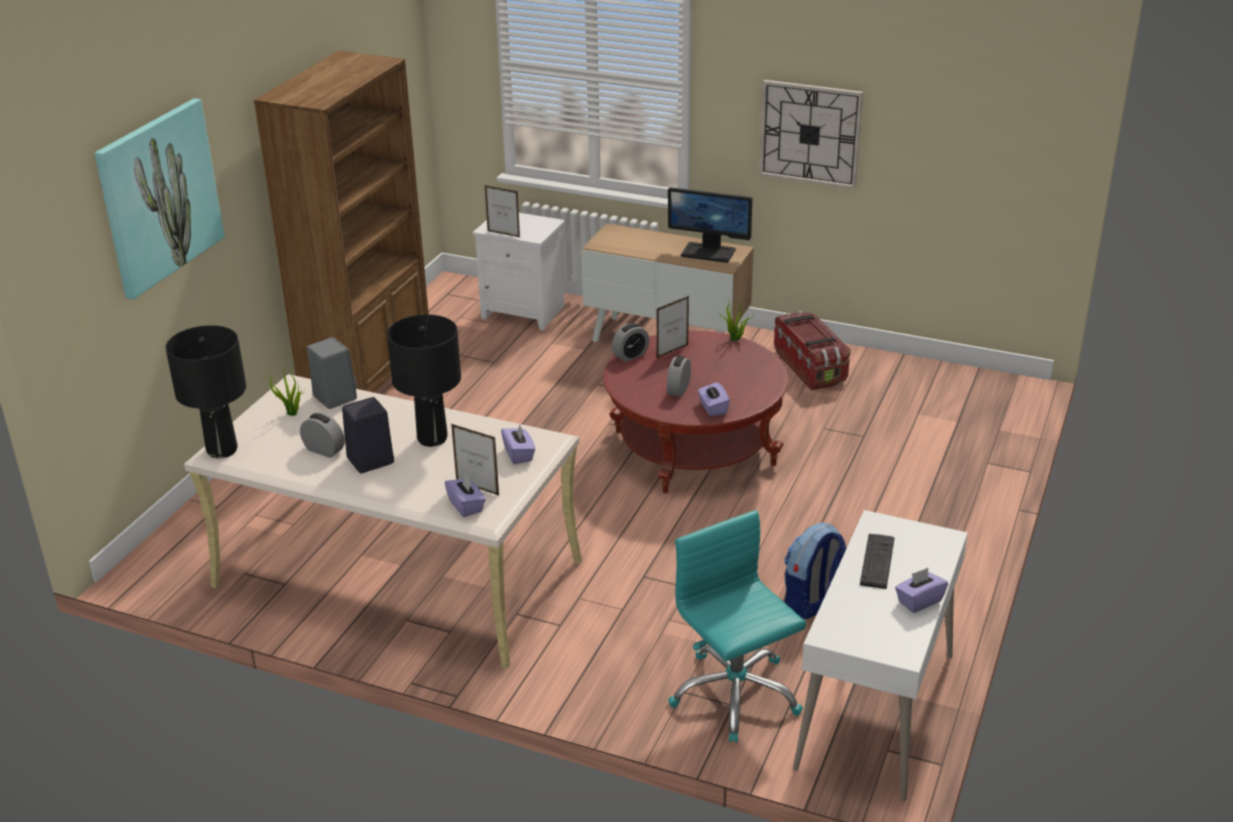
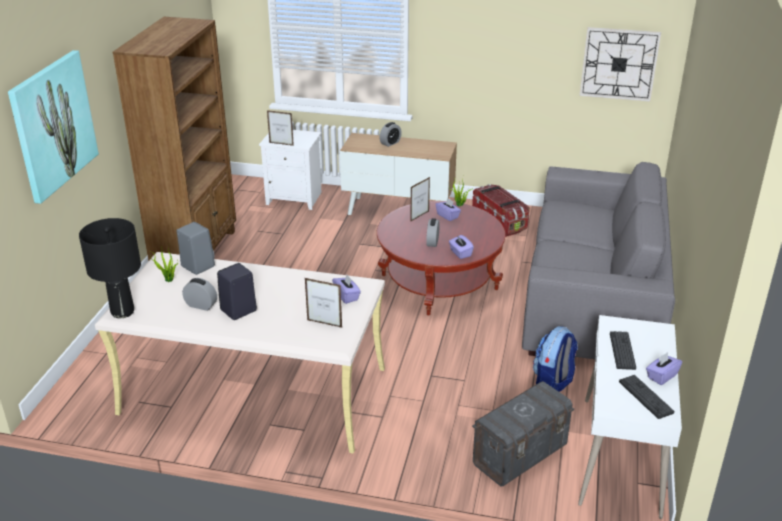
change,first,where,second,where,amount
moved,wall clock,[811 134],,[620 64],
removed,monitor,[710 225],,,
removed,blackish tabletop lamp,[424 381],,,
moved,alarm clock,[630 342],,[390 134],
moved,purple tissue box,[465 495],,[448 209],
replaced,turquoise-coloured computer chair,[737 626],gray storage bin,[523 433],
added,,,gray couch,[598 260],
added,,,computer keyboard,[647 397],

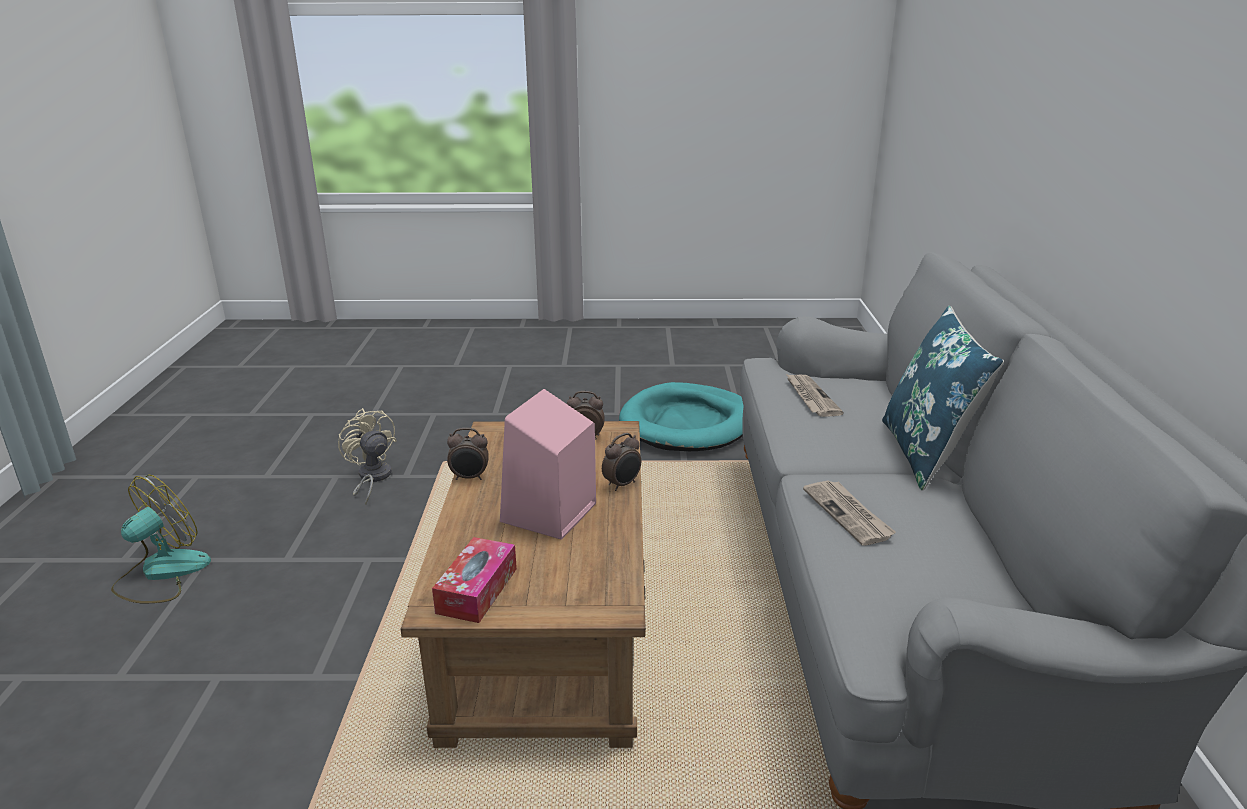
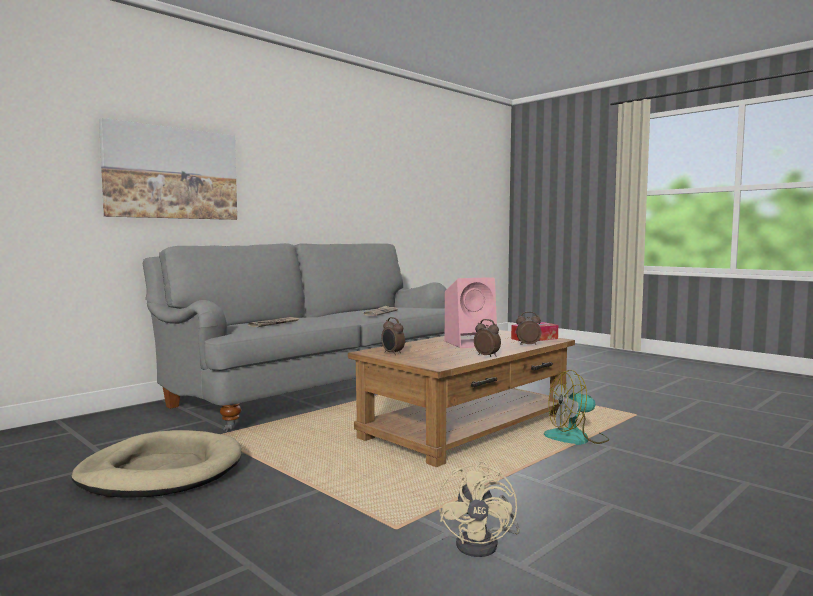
change,first,where,second,where,amount
removed,bluish cushion,[943 398],,,
recoloured,turquoise-coloured dog cushion,[681 416],beige dog cushion,[156 464],
moved,alarm clock,[621 462],,[528 328],
moved,electric fan,[161 539],,[576 407],
added,,,wall picture,[168 169],

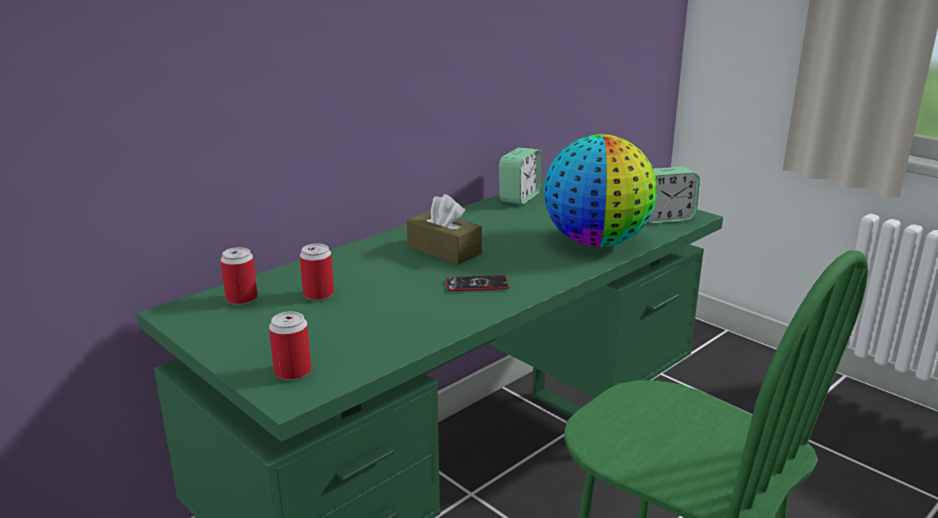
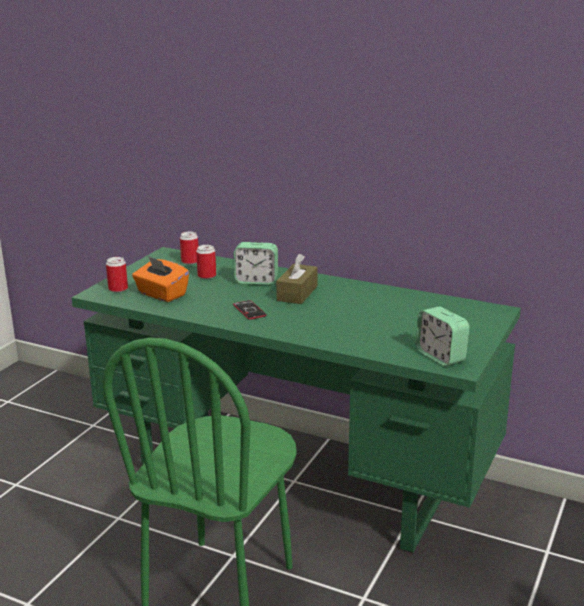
change,first,where,second,where,amount
removed,globe,[600 190],,,
moved,alarm clock,[520 176],,[256 263],
added,,,orange tissue box,[160 279],

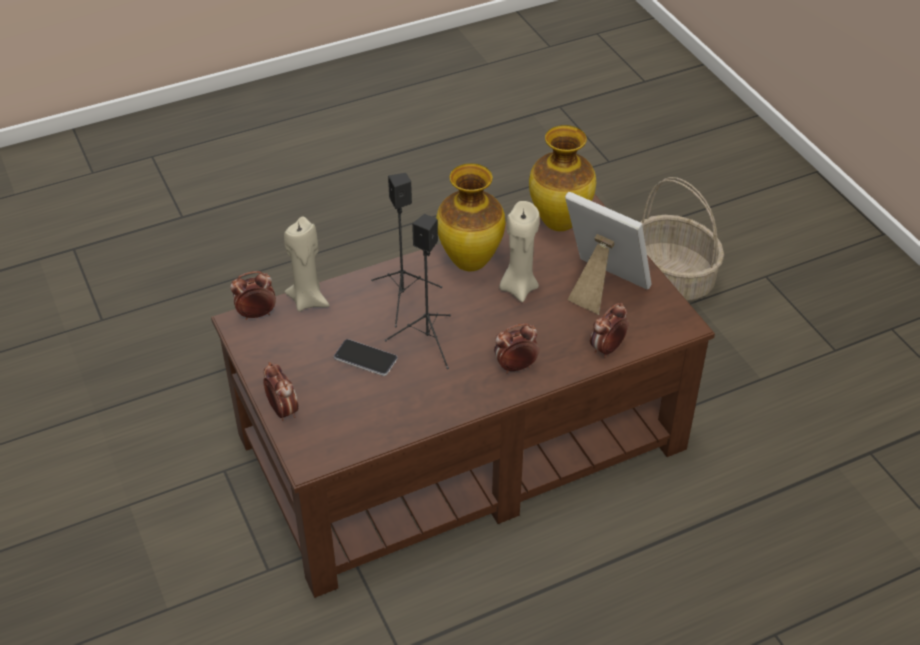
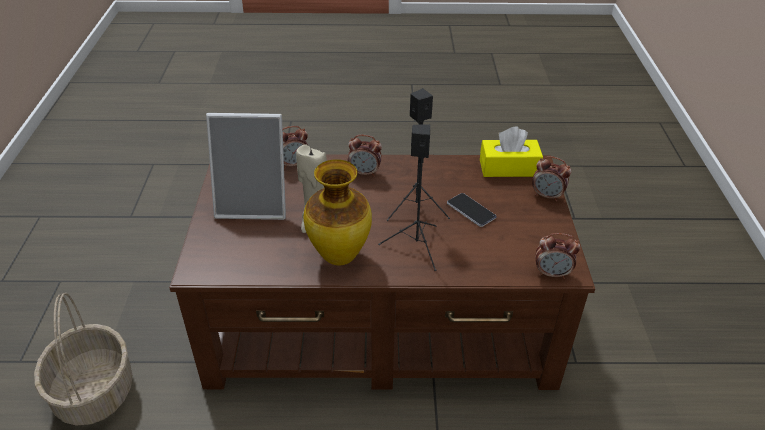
change,first,where,second,where,amount
removed,decorative vase,[562 178],,,
turned,picture frame,[608 253],,[246 166],60 degrees counterclockwise
removed,beige wax candle,[306 264],,,
turned,alarm clock,[281 391],,[551 179],60 degrees counterclockwise
added,,,yellow-coloured tissue box,[511 152],

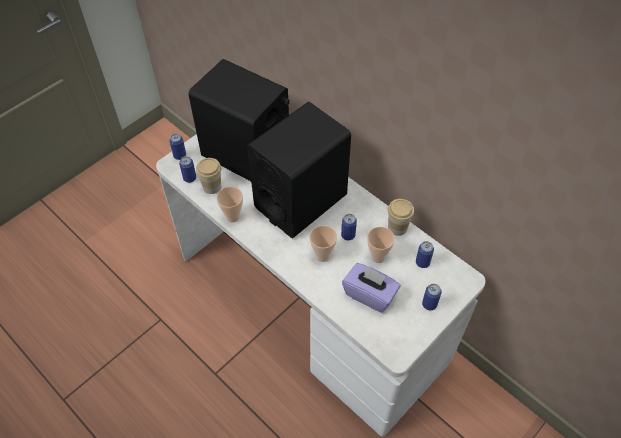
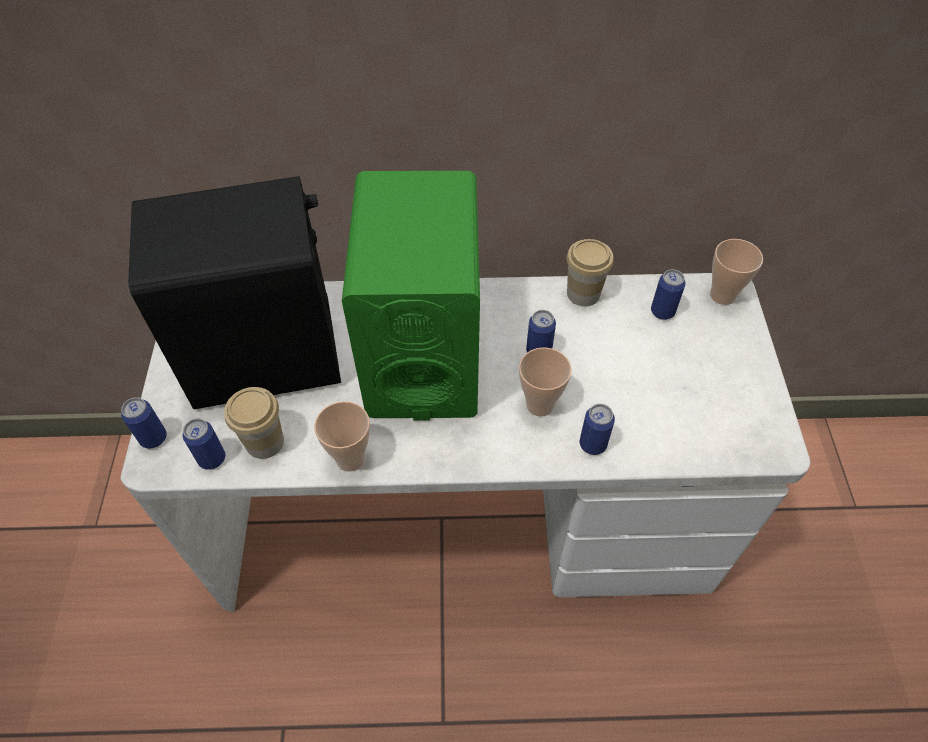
change,first,where,second,where,amount
recoloured,blackish speaker,[299 170],greenish speaker,[411 296],
moved,small cup,[381 245],,[736 272],
removed,purple tissue box,[371 288],,,
moved,sealed can,[432 297],,[597 429],

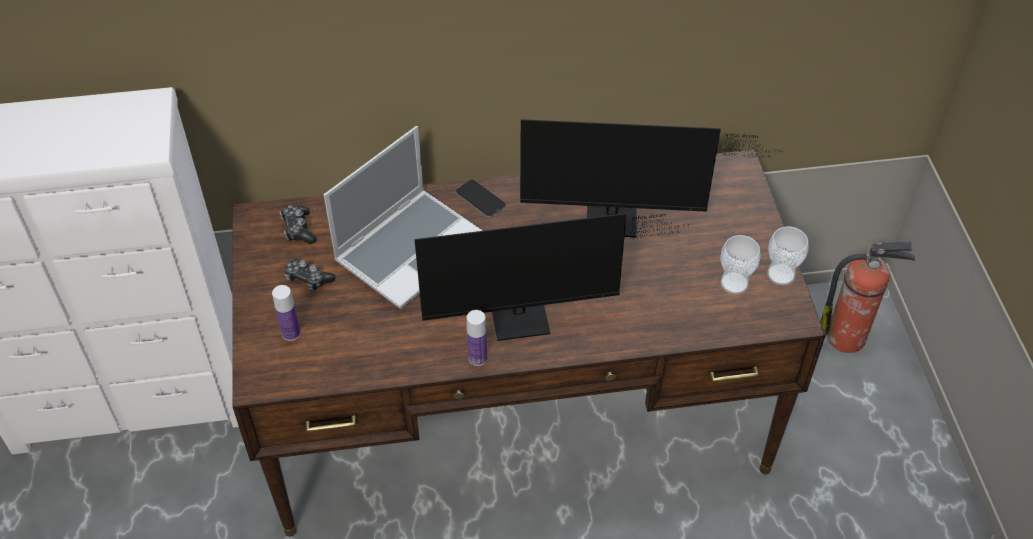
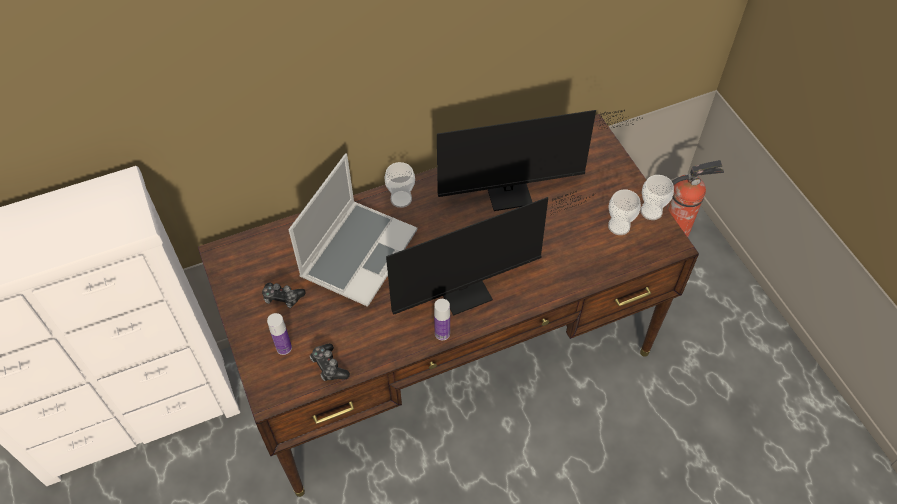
change,first,where,second,where,amount
replaced,handset,[481 199],small cup,[399 185],
moved,gamepad,[298 224],,[330 362],

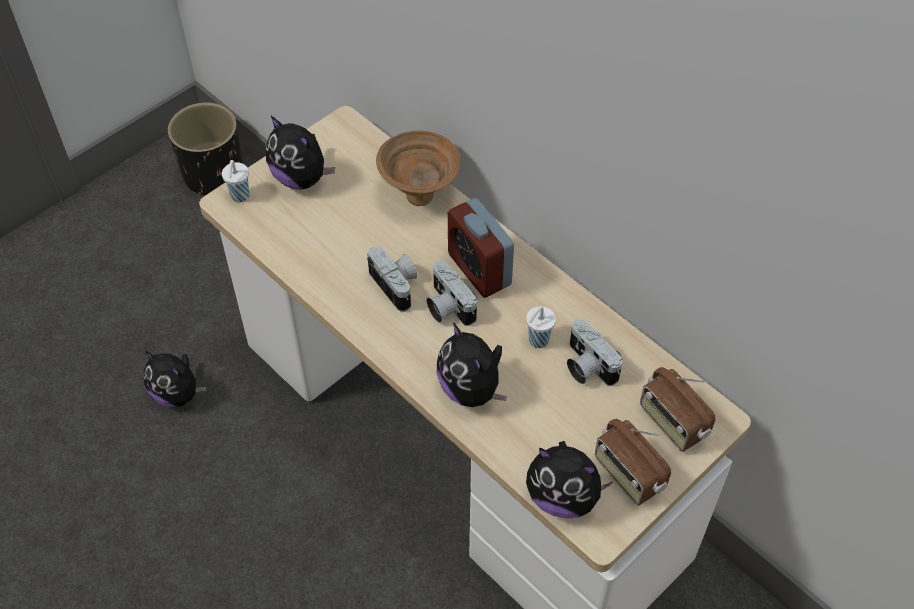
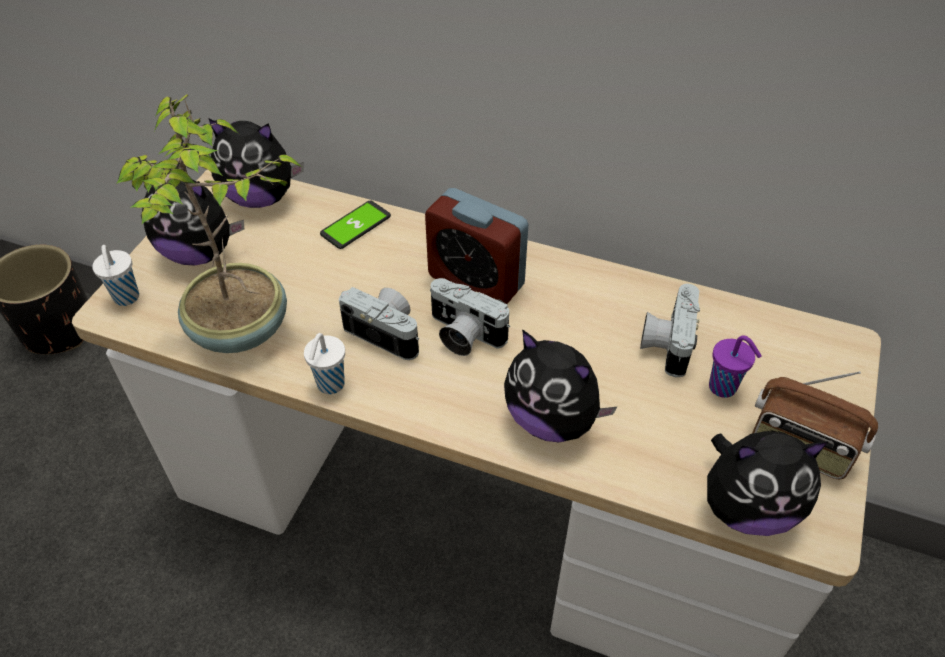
change,first,where,second,where,amount
replaced,brown serving bowl,[418 168],handset,[355 225],
moved,white-coloured small cup,[541 327],,[324 363],
turned,photo camera,[595 352],,[670 330],75 degrees clockwise
moved,plush toy,[175 379],,[256 163],
removed,radio receiver,[678 409],,,
added,,,plant in a pot,[209 223],
added,,,purple small cup,[735 366],

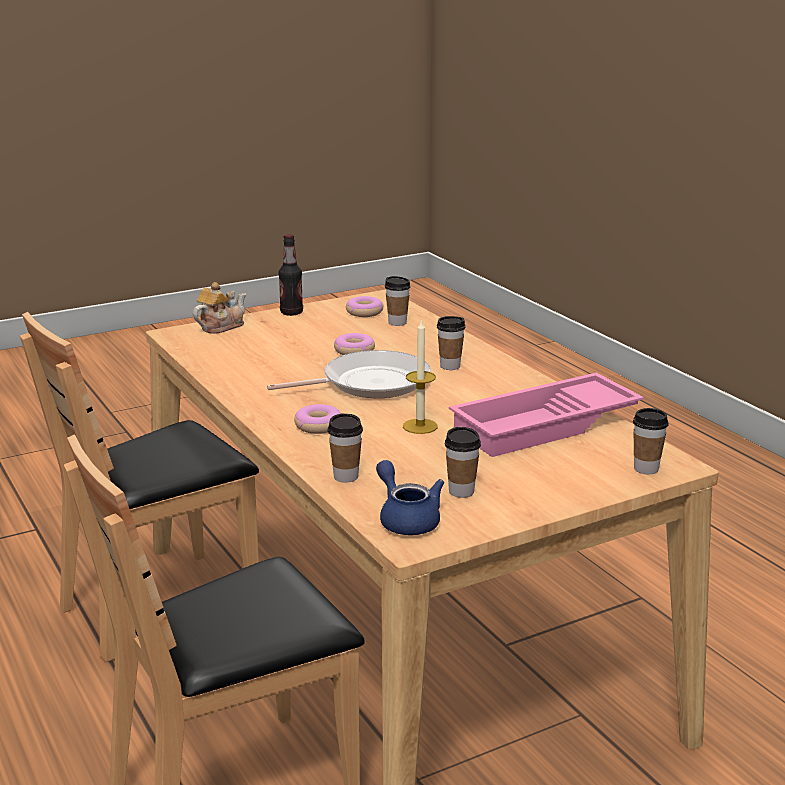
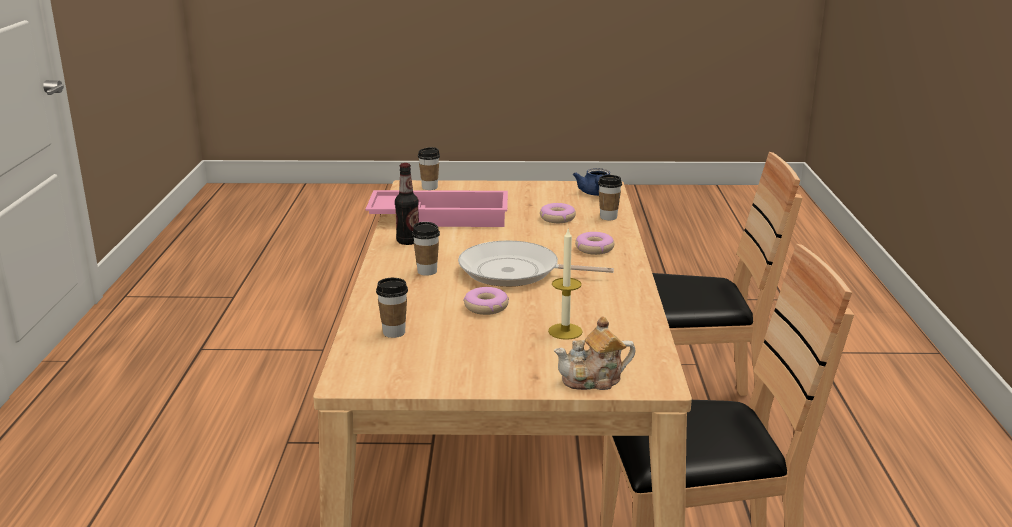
change,first,where,second,where,amount
moved,drink bottle,[290 275],,[407 204],
moved,ring doughnut,[364 306],,[558 213],
moved,wax candle,[420 376],,[565 283],
removed,small cup,[463 462],,,

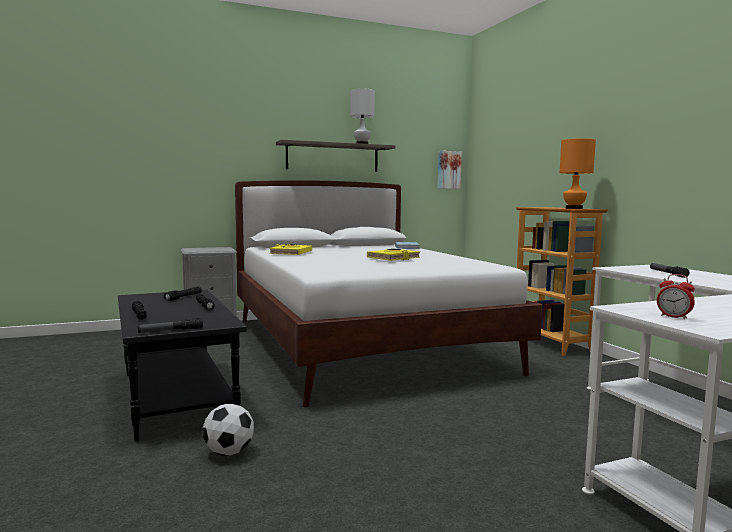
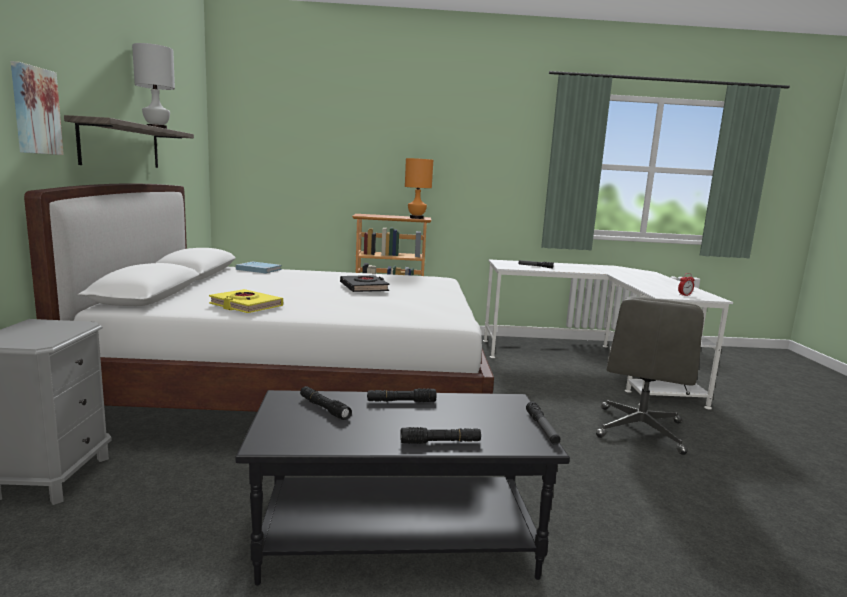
change,first,where,second,where,amount
moved,wall picture,[449 170],,[37 108],
recoloured,yellow-coloured bound book,[393 255],blackish bound book,[364 283],
removed,football,[228 430],,,
added,,,gray computer chair,[650 376],

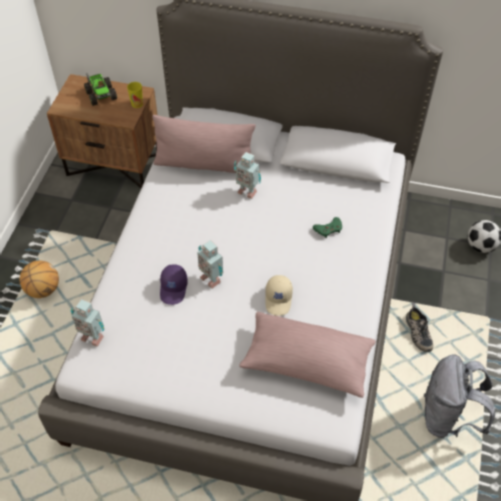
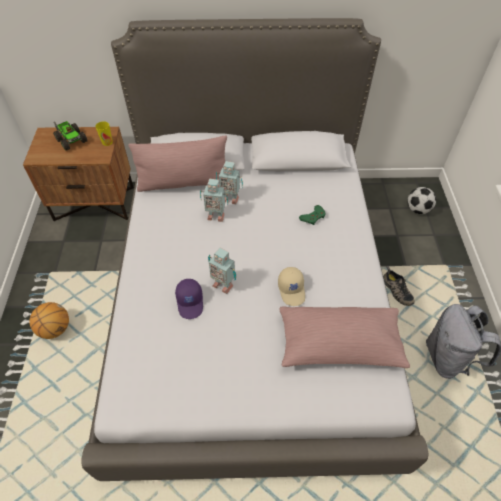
change,first,where,second,where,amount
moved,toy robot,[87 323],,[214 200],

